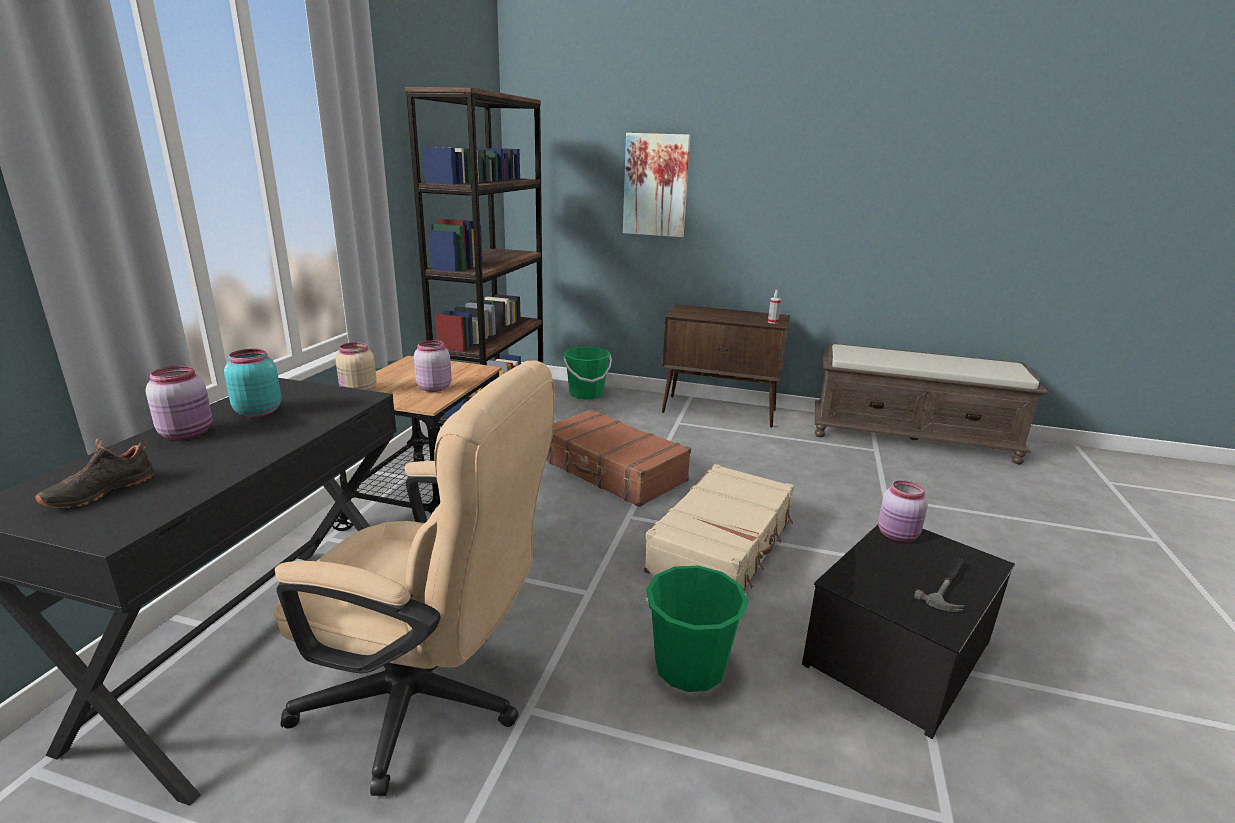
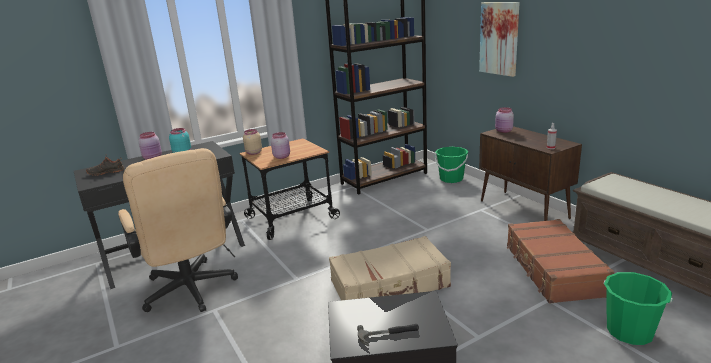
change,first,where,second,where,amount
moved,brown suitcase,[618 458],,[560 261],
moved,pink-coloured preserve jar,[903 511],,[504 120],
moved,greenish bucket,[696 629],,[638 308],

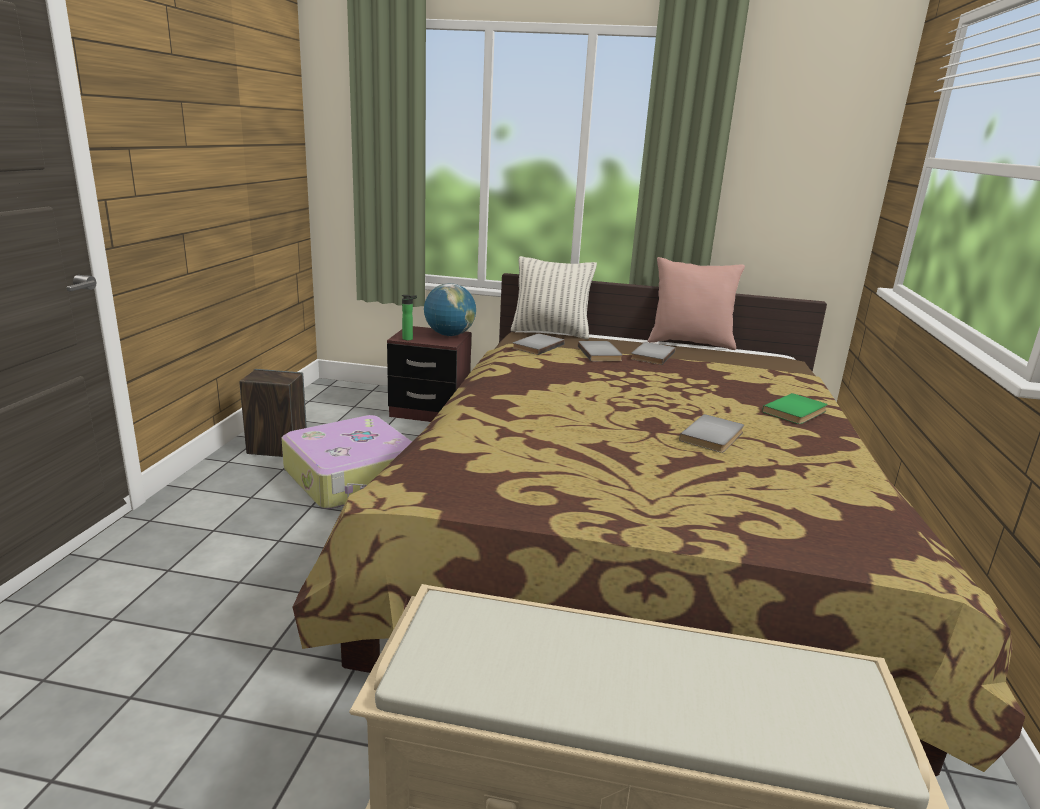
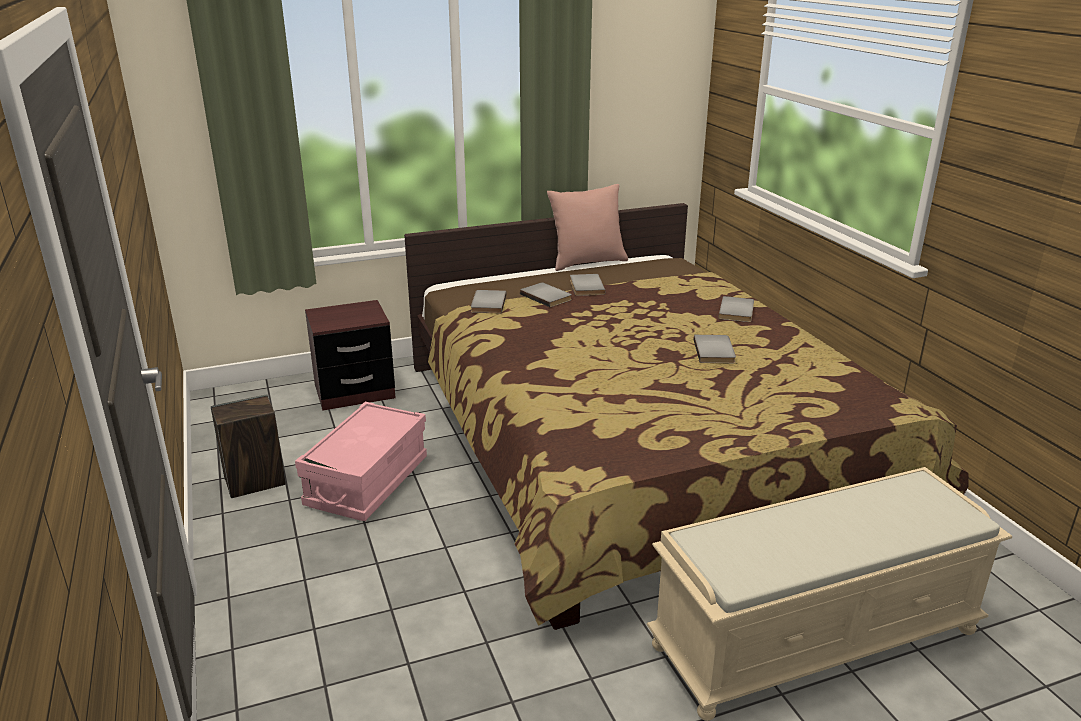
change,first,where,second,where,amount
removed,cushion,[554 297],,,
removed,globe,[450 309],,,
removed,drink bottle,[409 317],,,
recoloured,greenish bound book,[795 408],gray bound book,[736 309],
replaced,suitcase,[346 462],pink-coloured storage bin,[361 461],

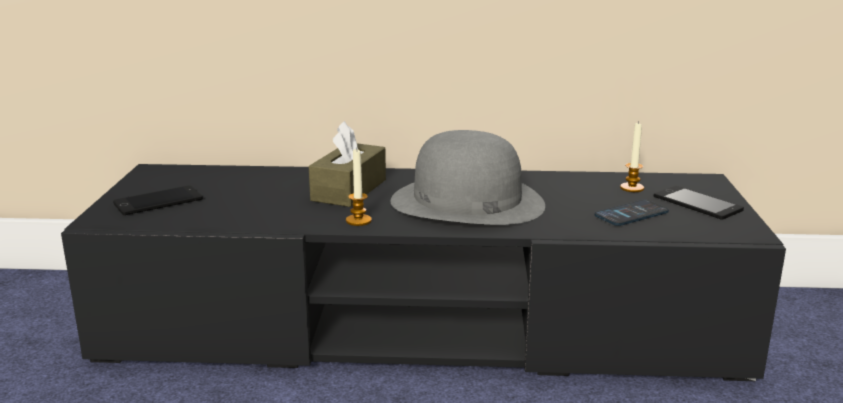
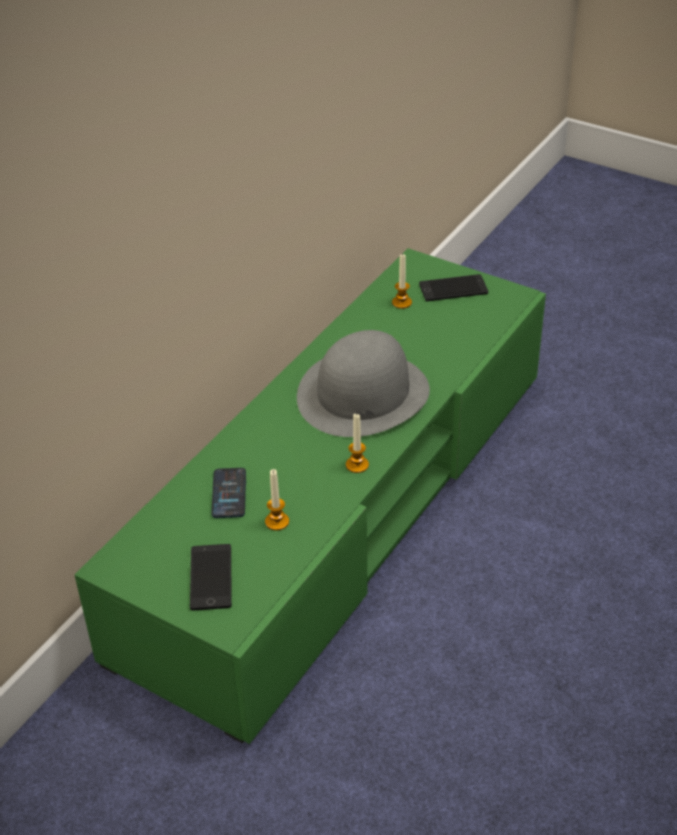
change,first,where,second,where,amount
removed,brown tissue box,[347 164],,,
recoloured,blackish tv stand,[423 272],greenish tv stand,[310 496],
moved,handset,[632 213],,[228 493],
added,,,wax candle,[277 500],

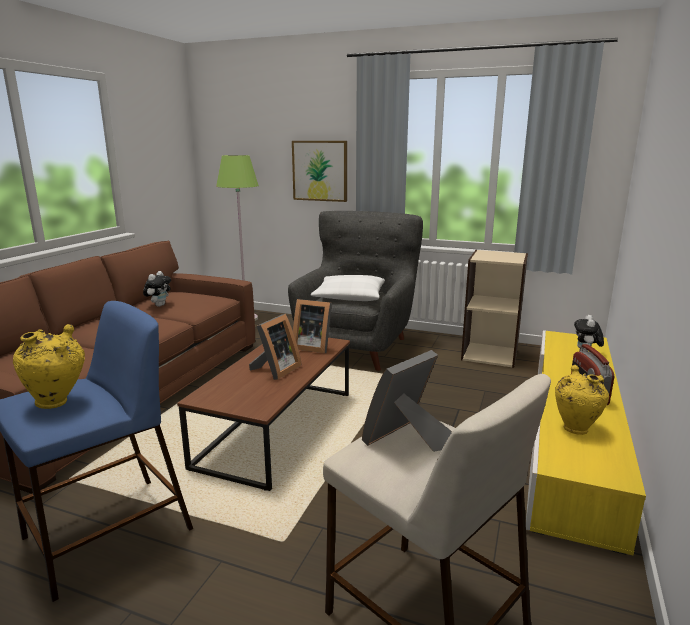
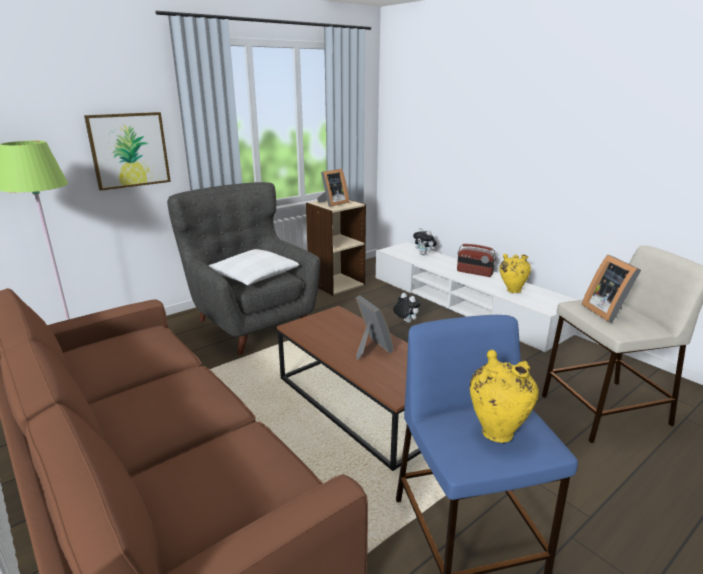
change,first,where,second,where,amount
moved,plush toy,[157 289],,[407 308],
moved,picture frame,[312 326],,[333 188],
recoloured,yellow-coloured tv stand,[586 442],white-coloured tv stand,[476 297],

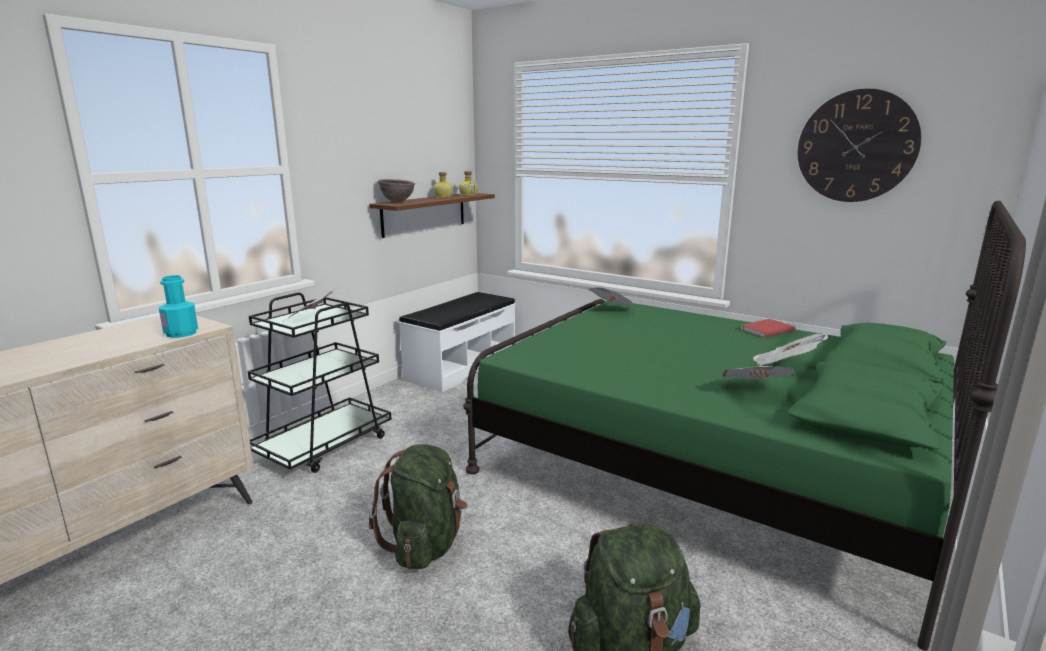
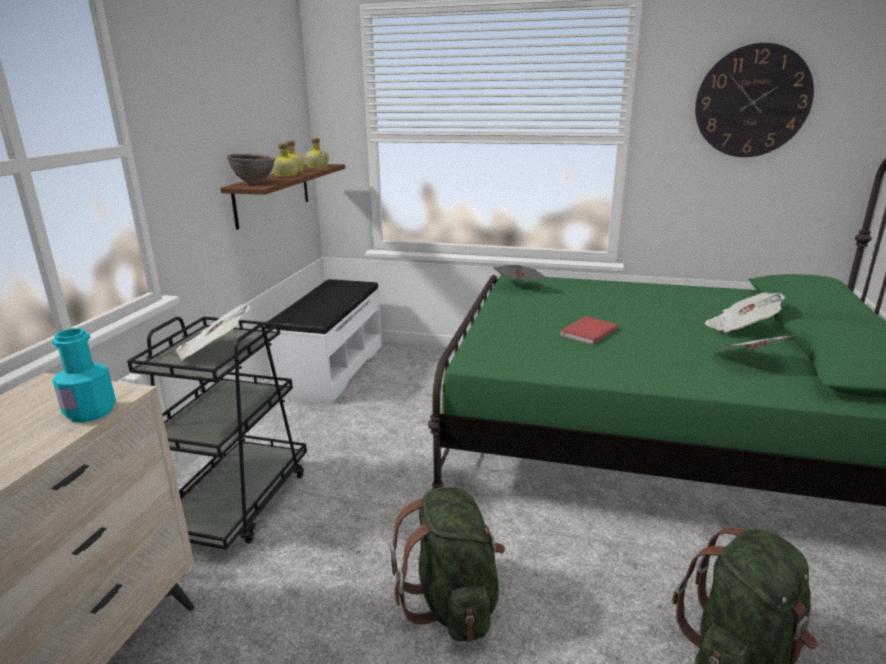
change,first,where,second,where,amount
moved,red-coloured bound book,[767 328],,[588 330],
added,,,drink bottle,[285 159],

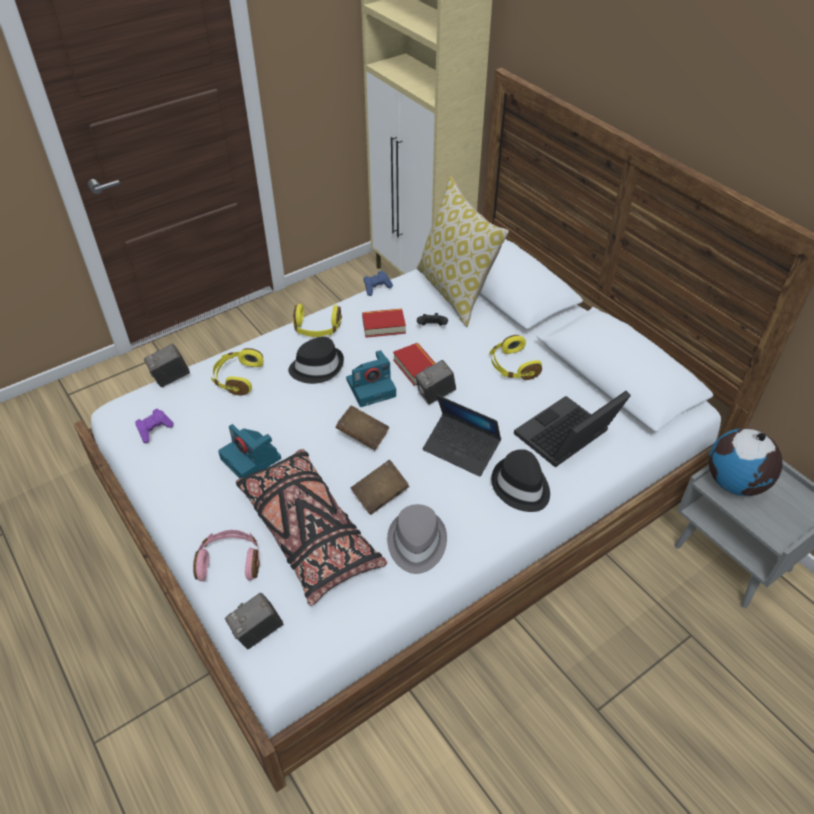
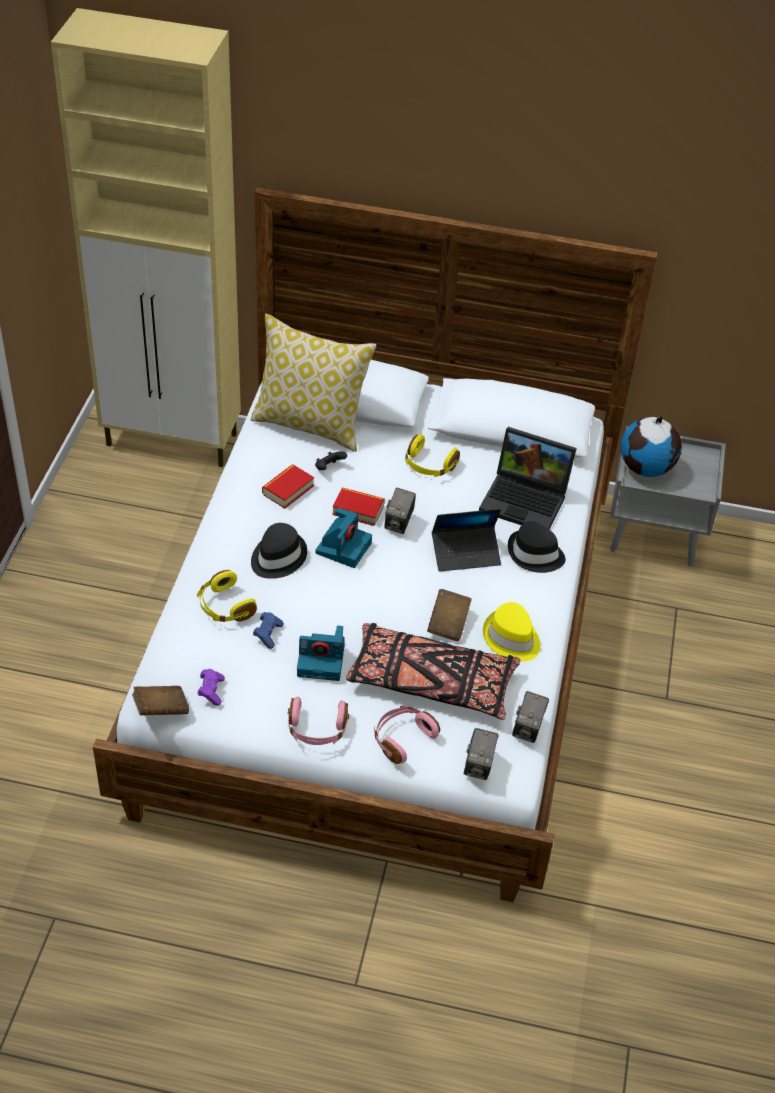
change,first,where,second,where,amount
moved,bluish gamepad,[378 283],,[268 630],
removed,yellow-coloured pair of headphones,[317 320],,,
moved,photo camera,[167 365],,[530 717],
turned,portable computer,[572 429],,[528 478],75 degrees counterclockwise
moved,brown bound book,[363 427],,[160 700],
recoloured,gray clothing hat,[417 539],yellow-coloured clothing hat,[511 632],
added,,,pink-coloured pair of headphones,[318 720],

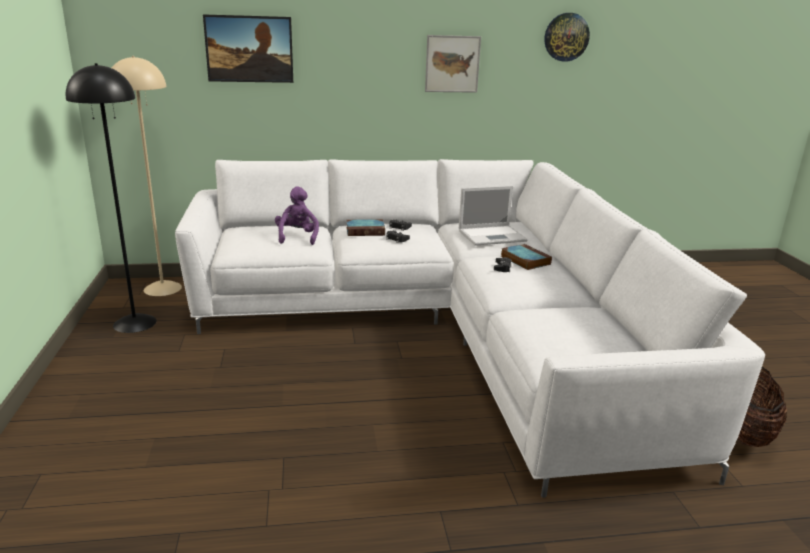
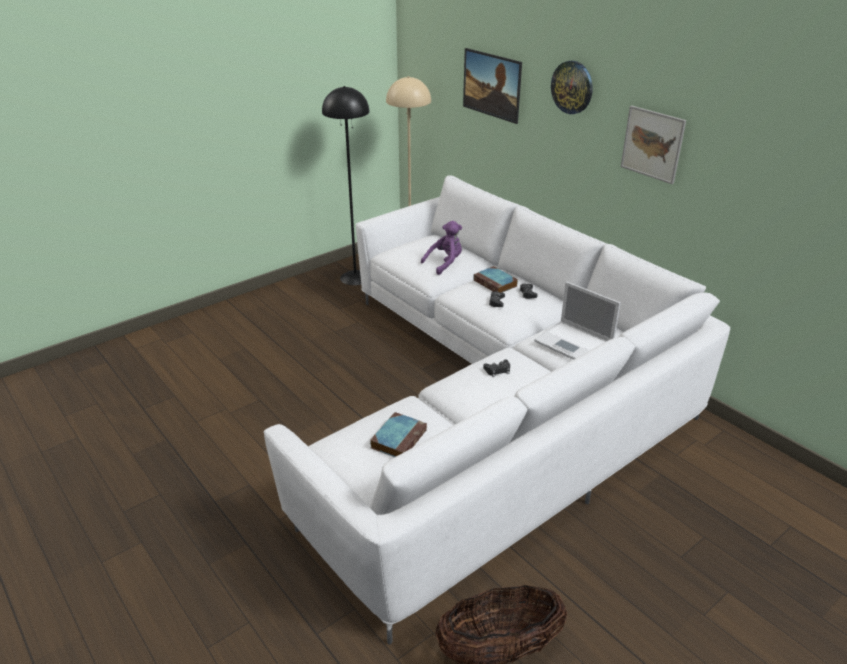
change,first,where,second,where,amount
moved,wall clock,[567 37],,[572 87],
moved,bound book,[526 257],,[398 434],

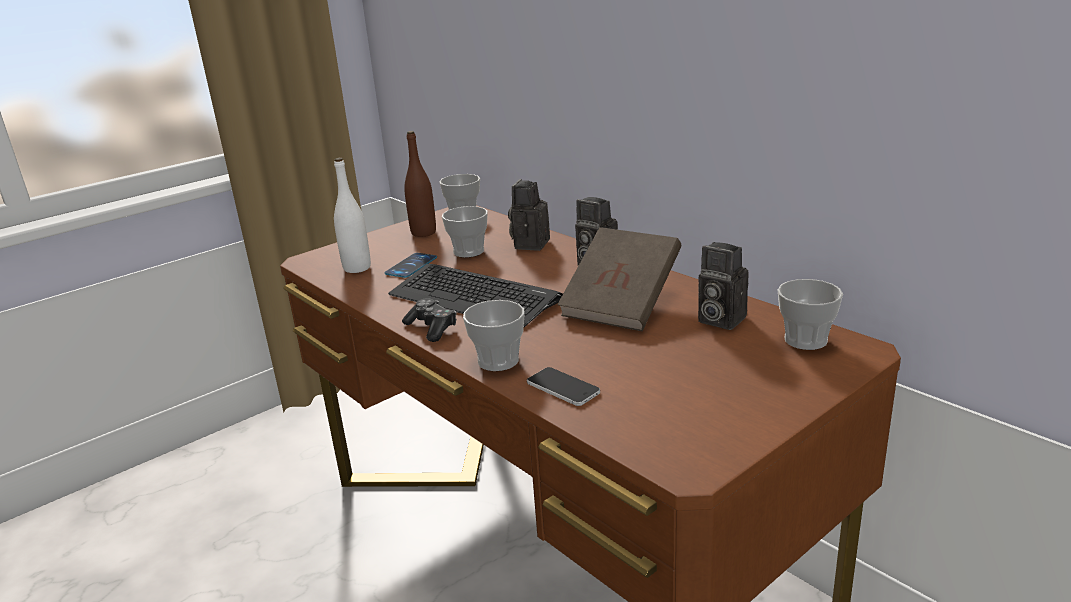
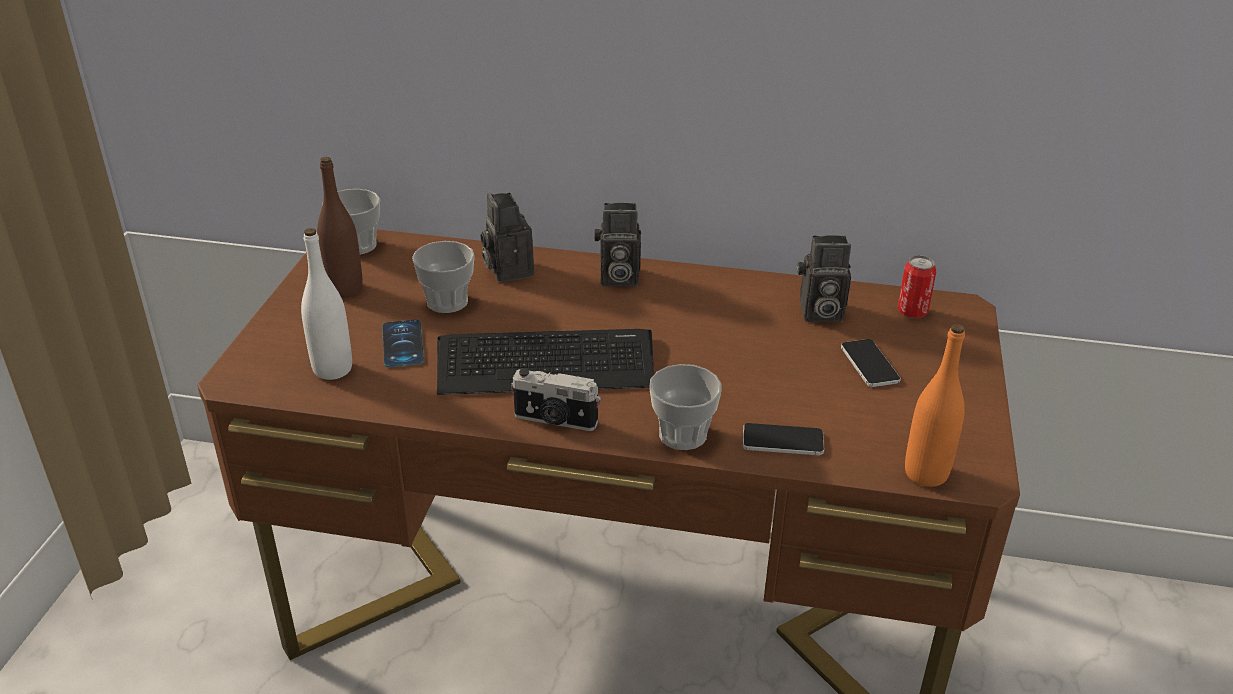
change,first,where,second,where,amount
removed,brown bound book,[619 279],,,
replaced,small cup,[810 314],sealed can,[917 286],
replaced,gamepad,[429 320],photo camera,[556 399],
added,,,orange drink bottle,[935 405],
added,,,handset,[871 363],

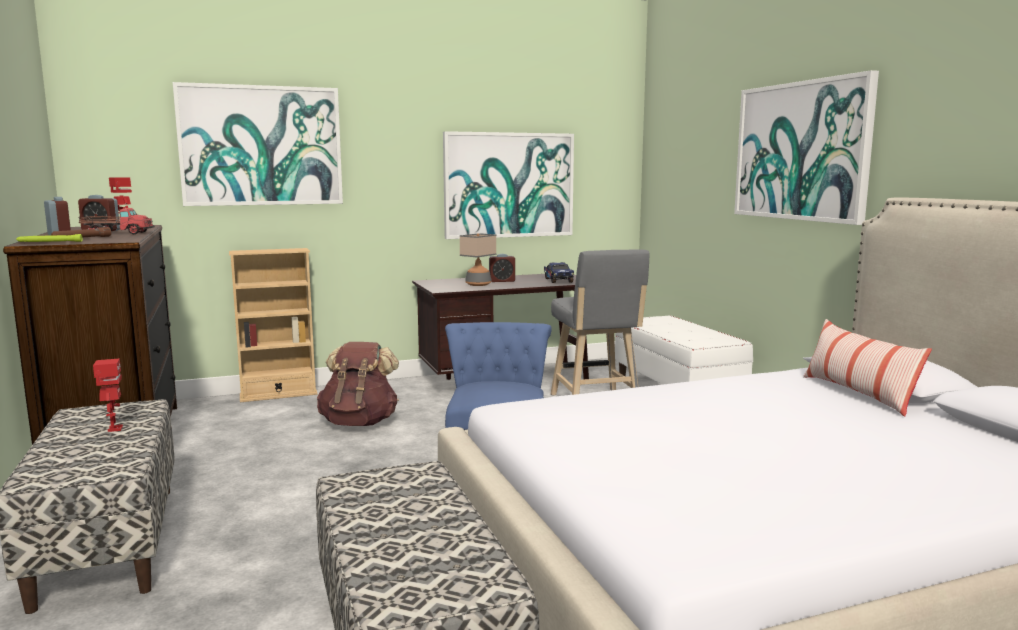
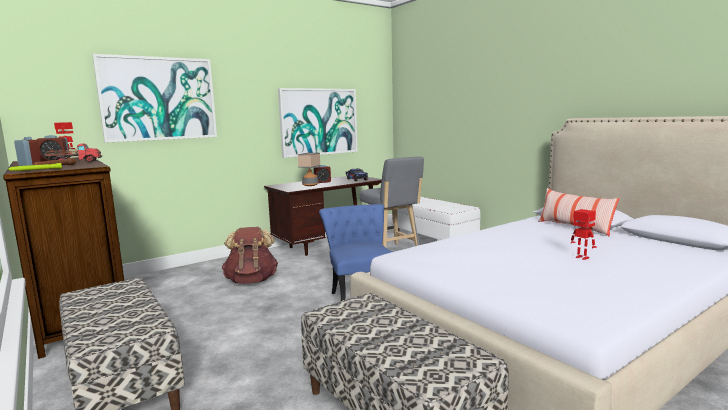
change,first,where,second,where,amount
removed,wall picture,[806 147],,,
removed,beige bookshelf,[273 325],,,
moved,toy robot,[108 395],,[584 234],

